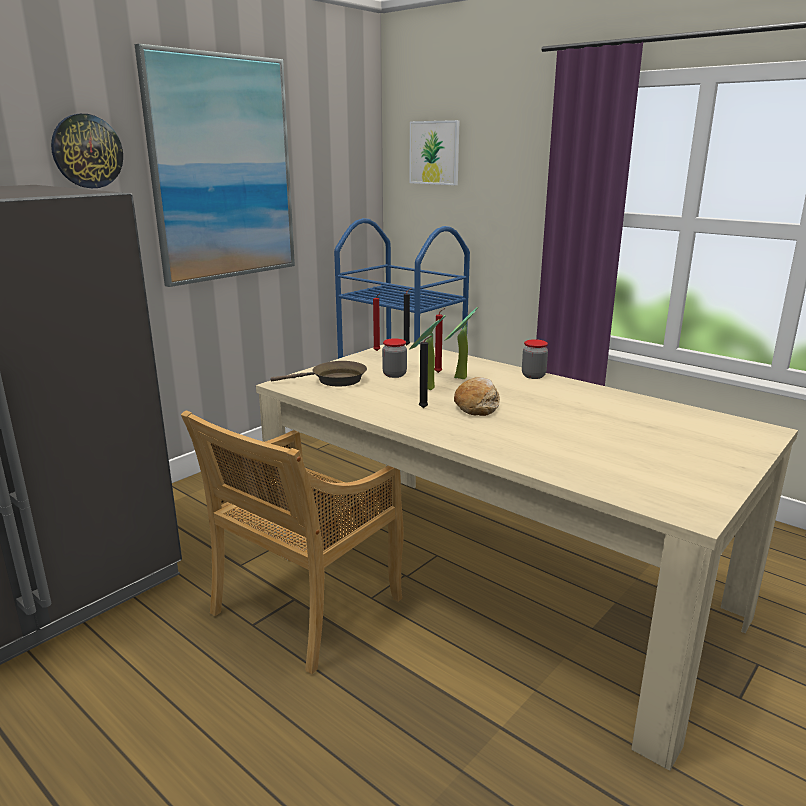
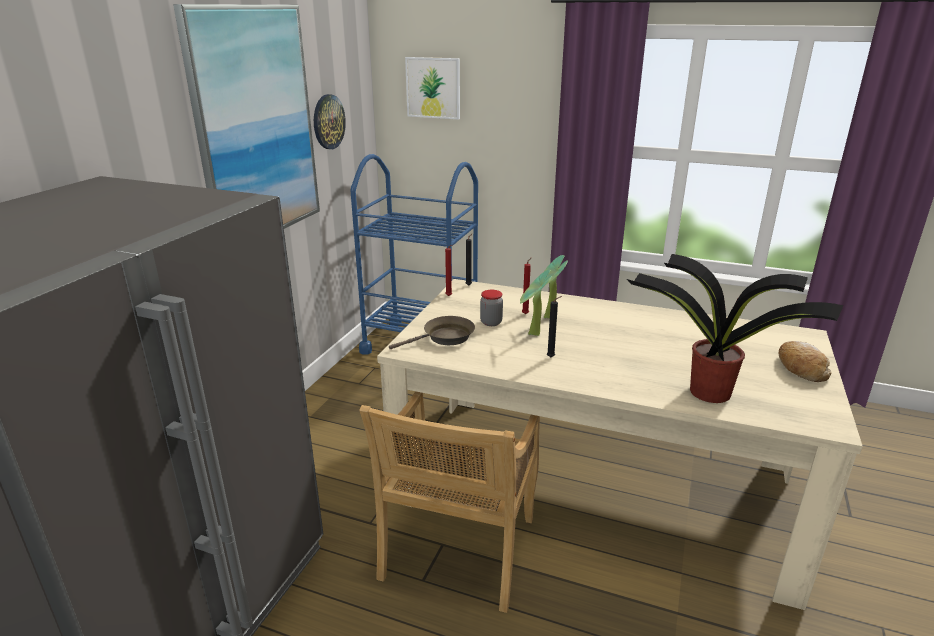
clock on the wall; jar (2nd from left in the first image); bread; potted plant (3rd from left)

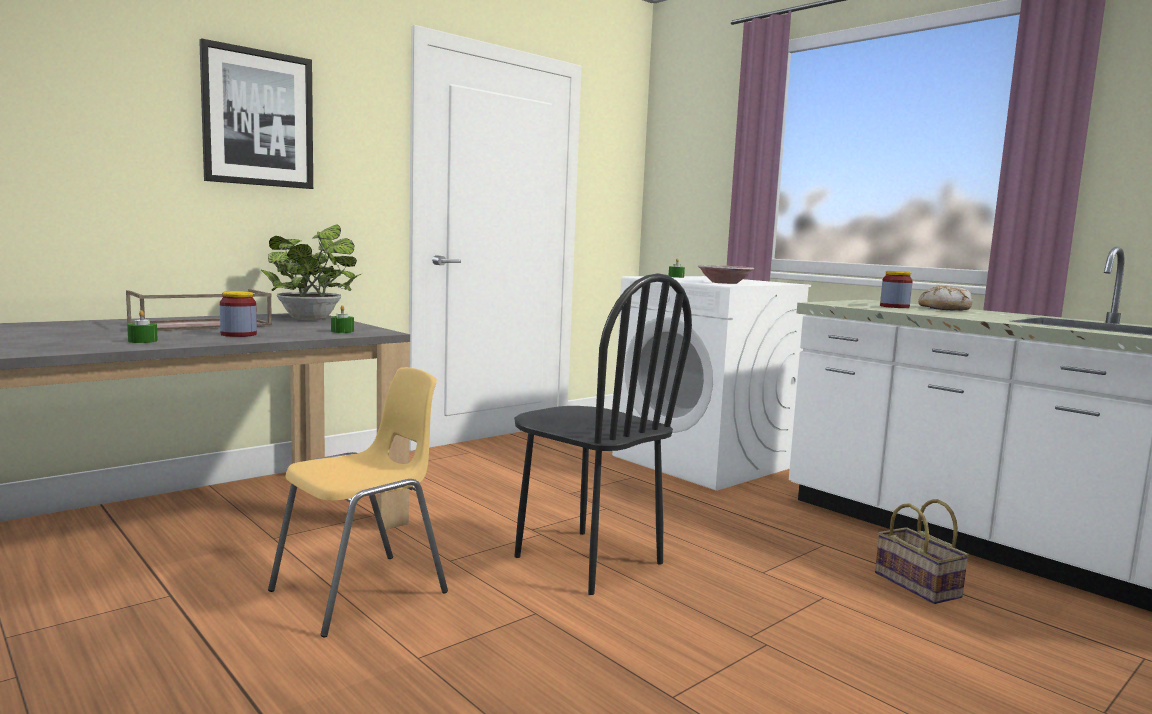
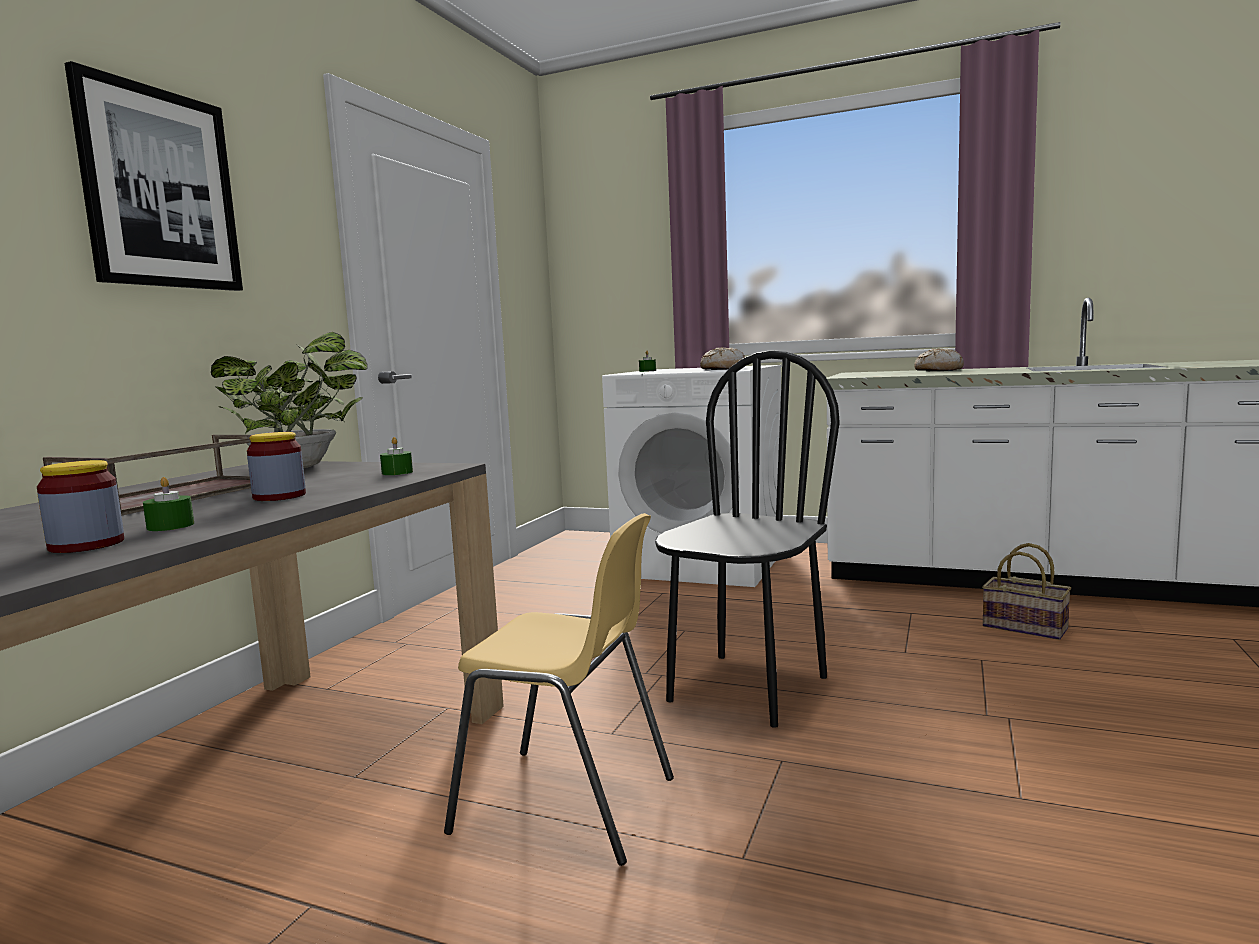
bread (1st from left); jar (1st from left); black-coloured plain chair; yellow plain chair

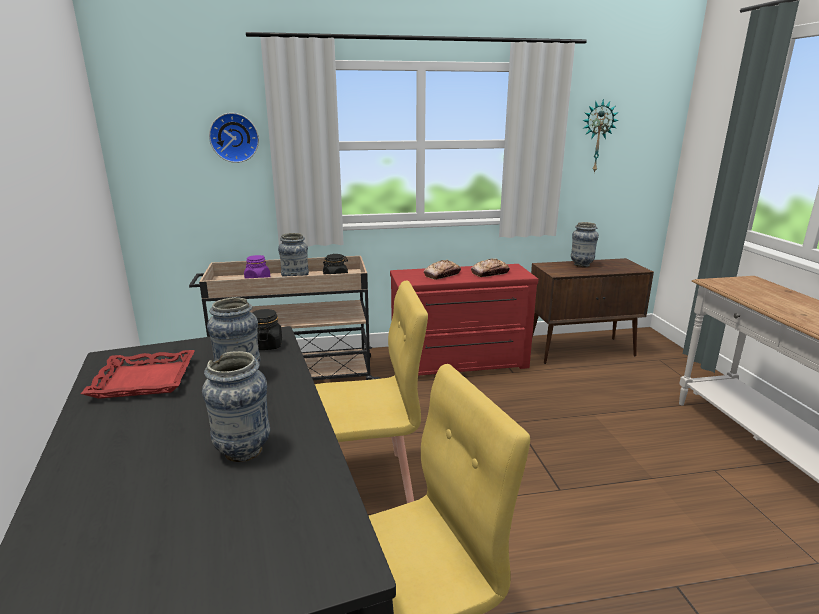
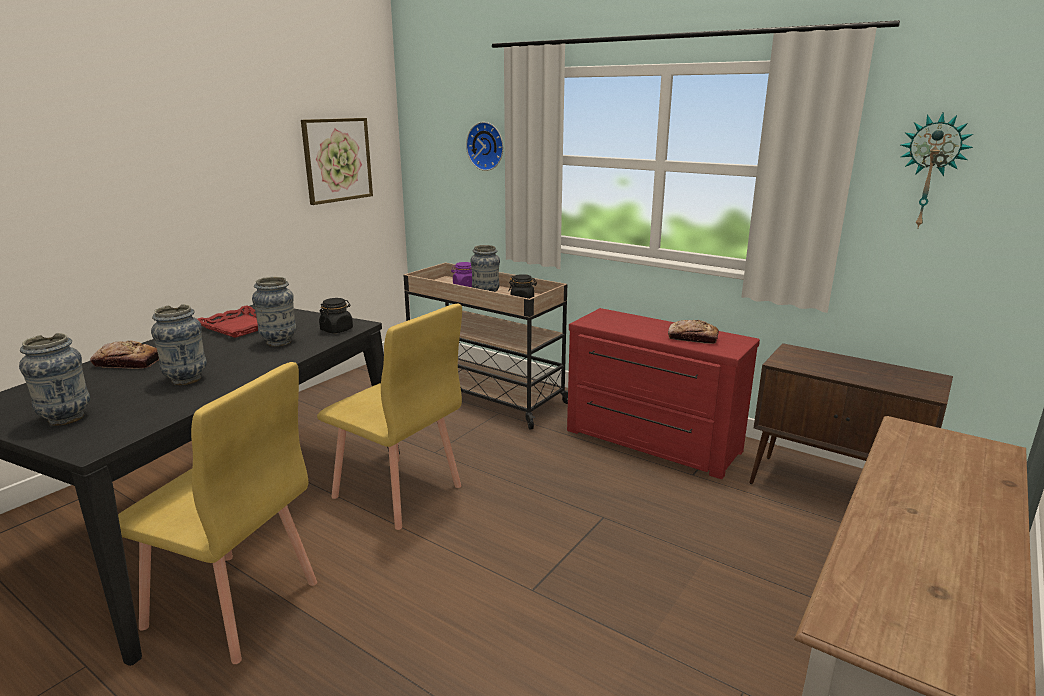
decorative vase (1st from left); bread (1st from left); wall art

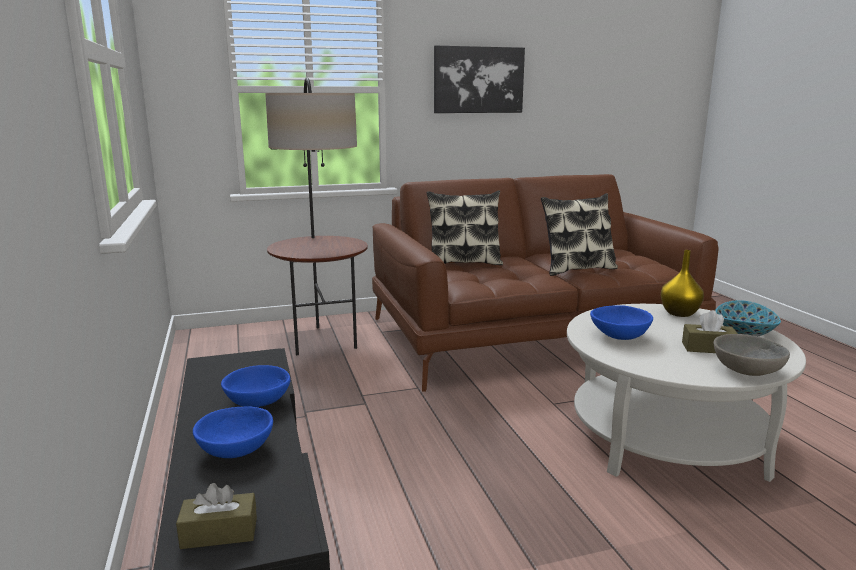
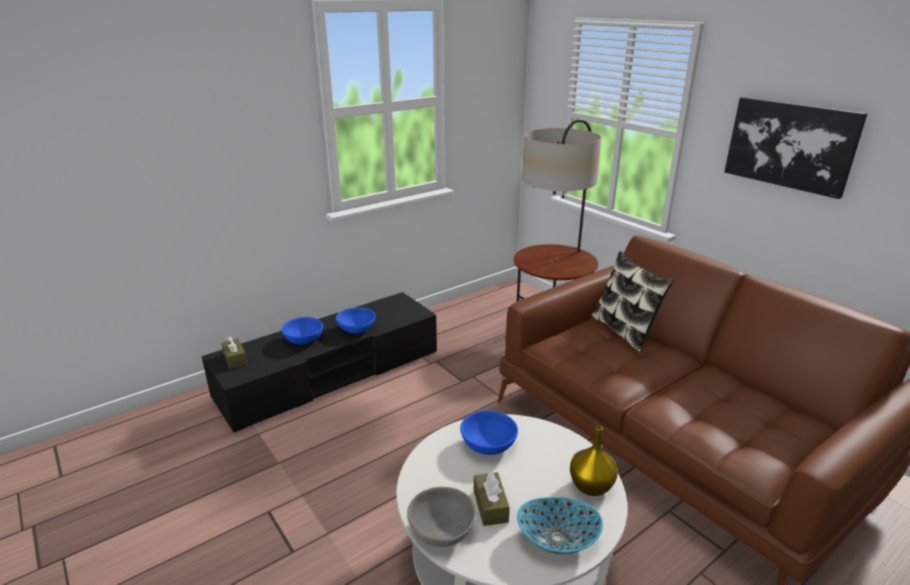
pillow (2nd from left in the first image)

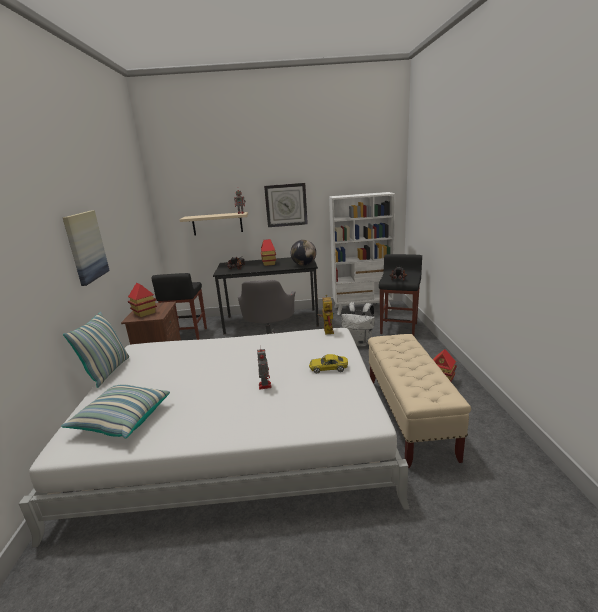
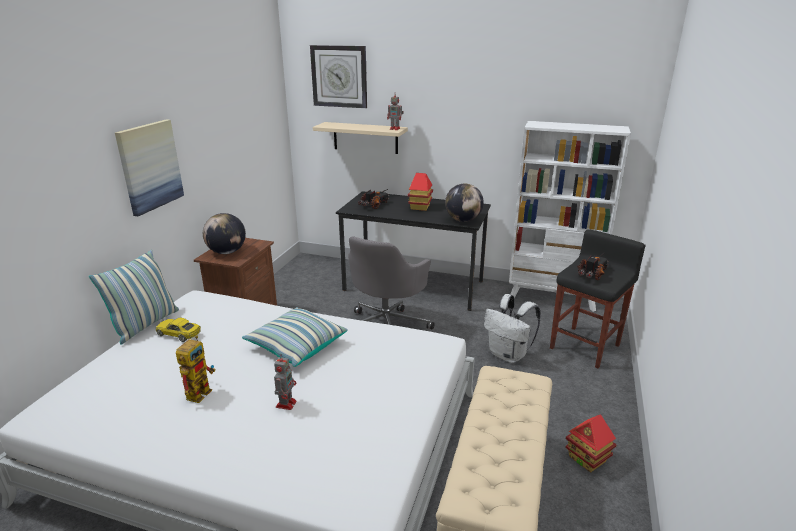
clock on the wall; black-coloured stool (1st from left in the first image); desk globe (1st from left); model robot (1st from left); yellow miniature car; pillow (2nd from left)

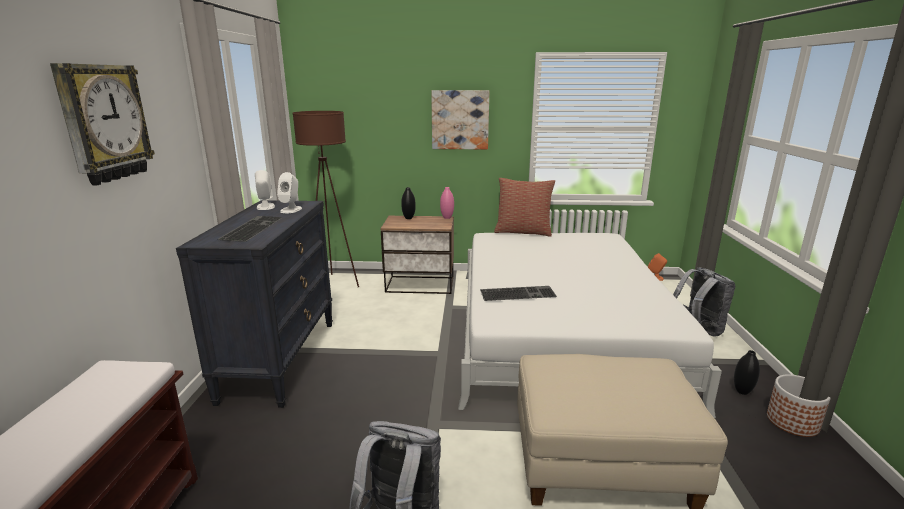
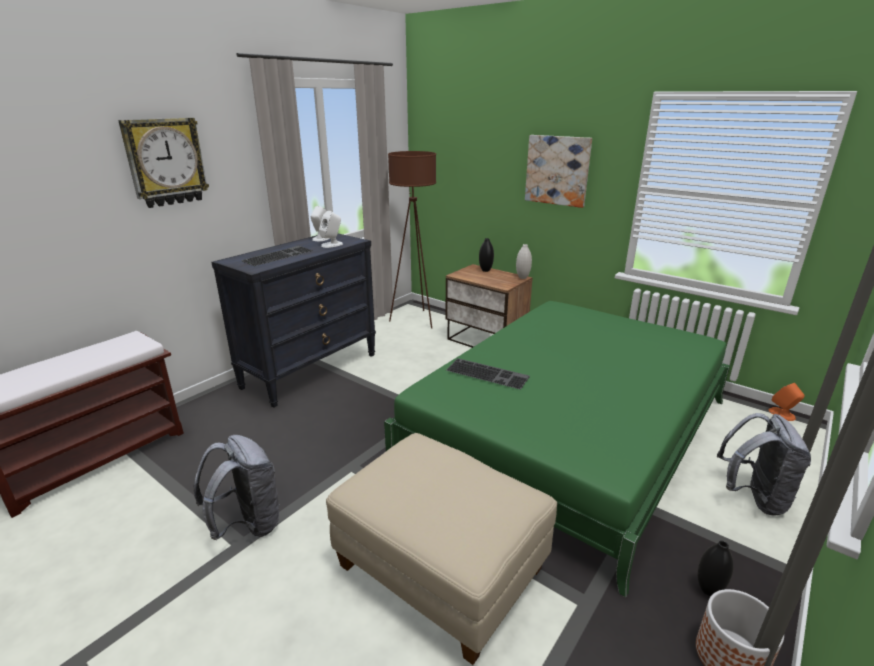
pillow; white decorative vase; green-coloured sleeping bed

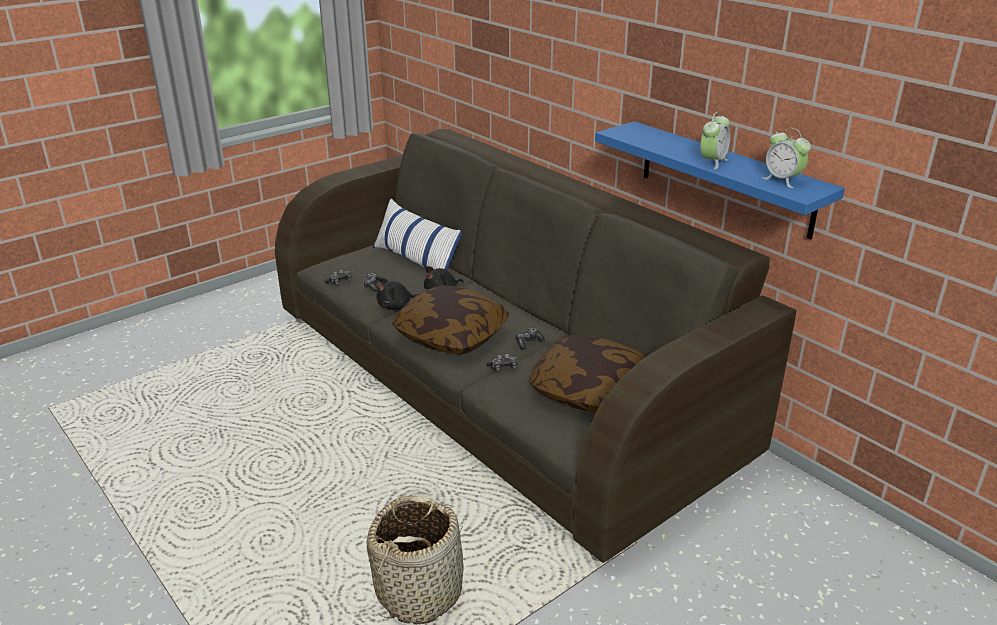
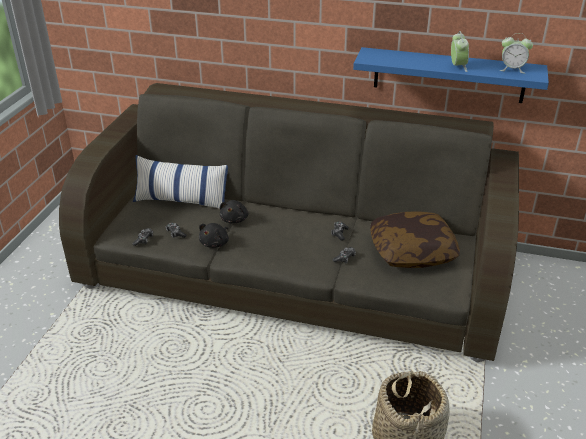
pillow (2nd from left in the first image)

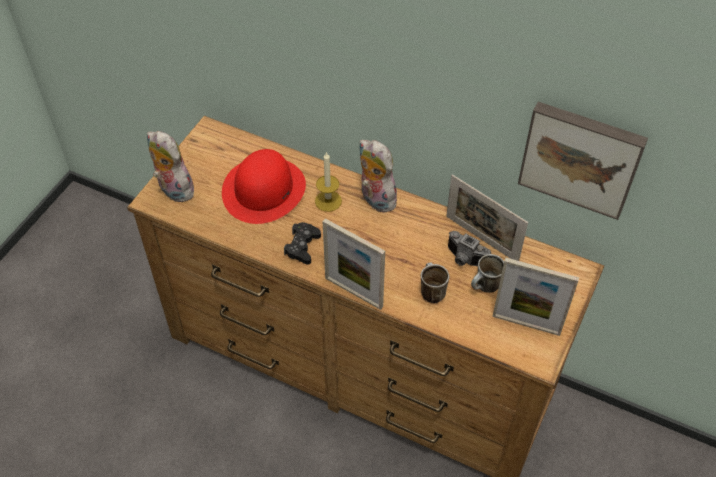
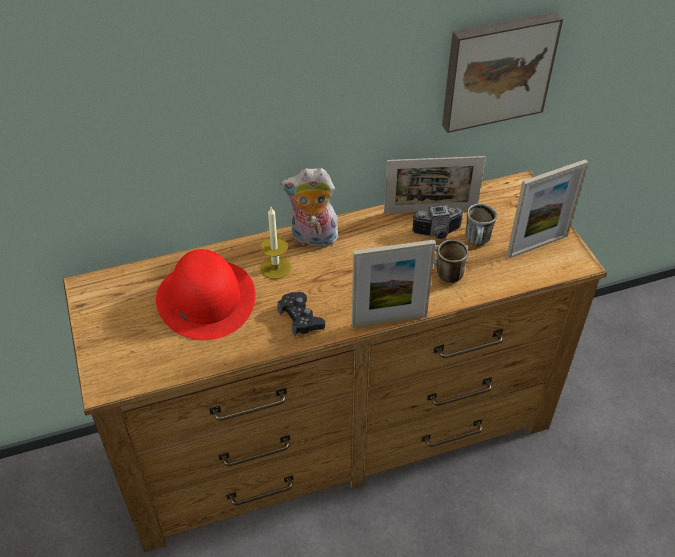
soft toy (1st from left in the first image)

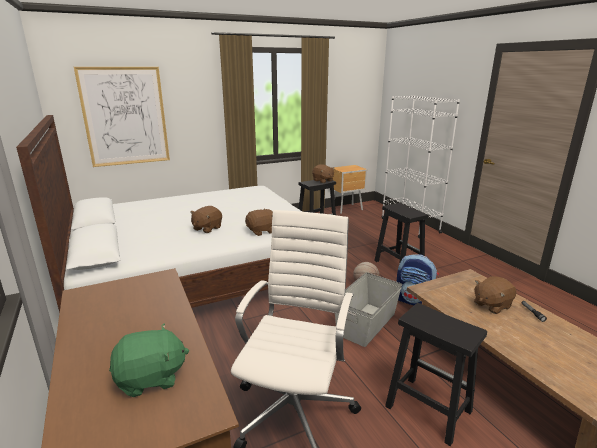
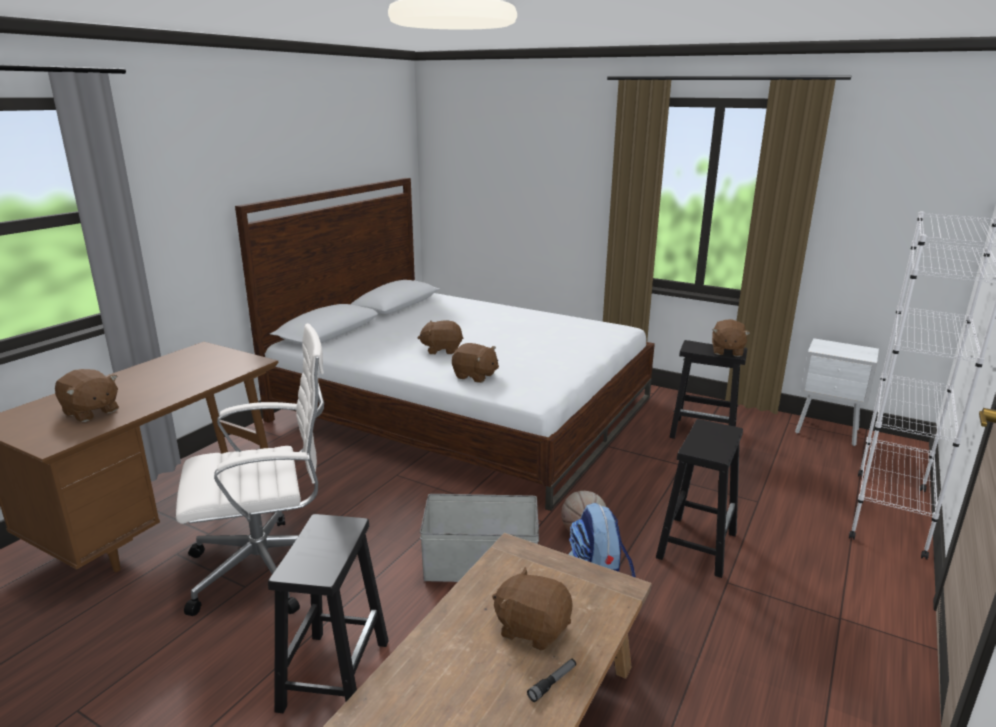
wall art; white bedside table; brown-coloured soft toy (1st from left)

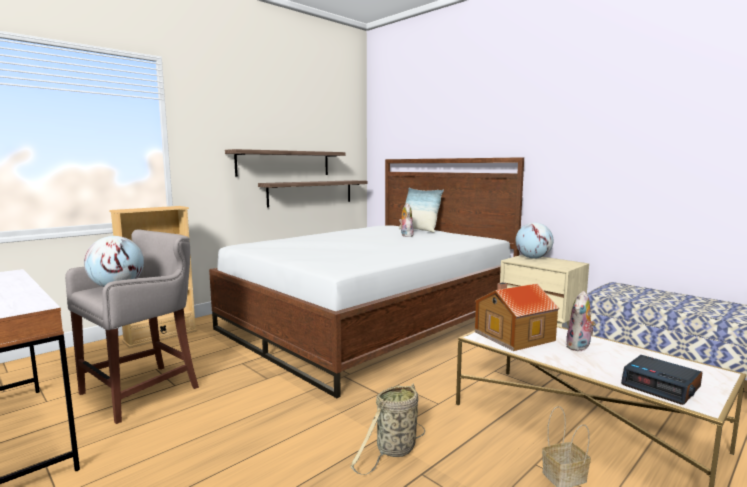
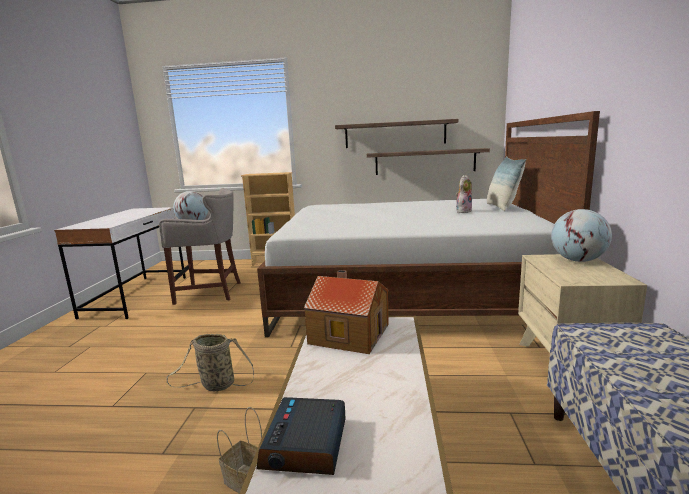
soft toy (2nd from left in the first image)

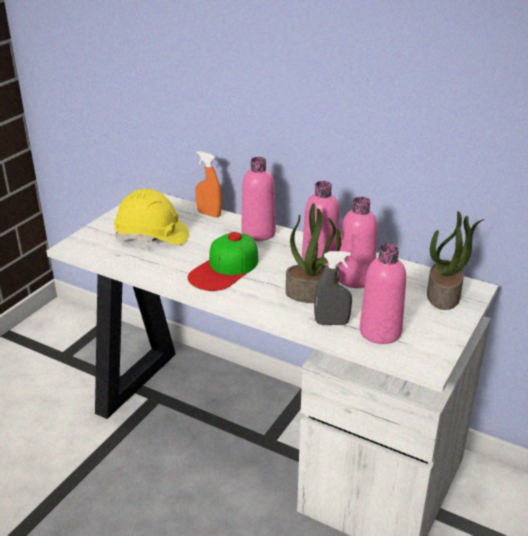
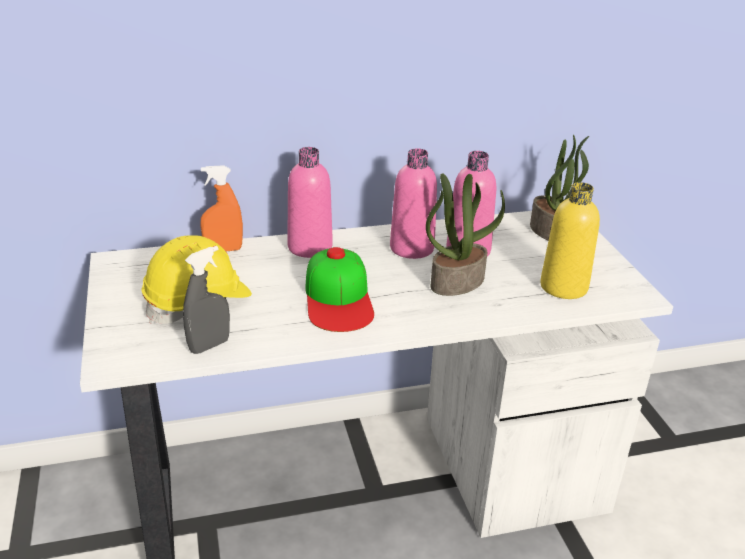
yellow beverage bottle; grey spray bottle

